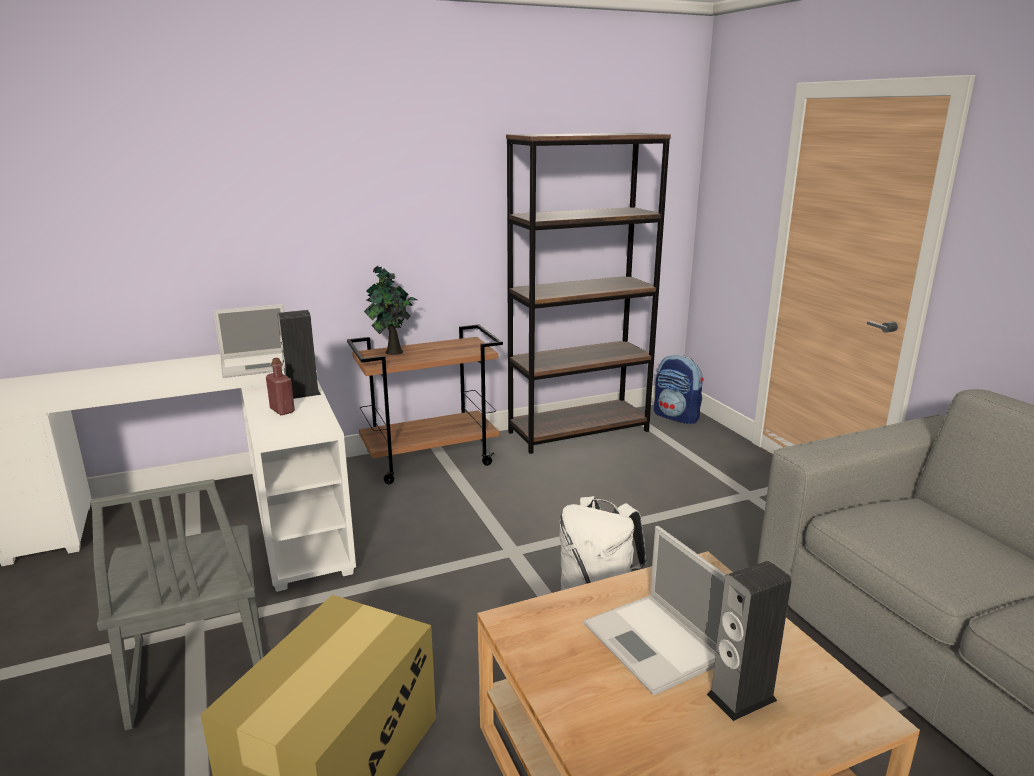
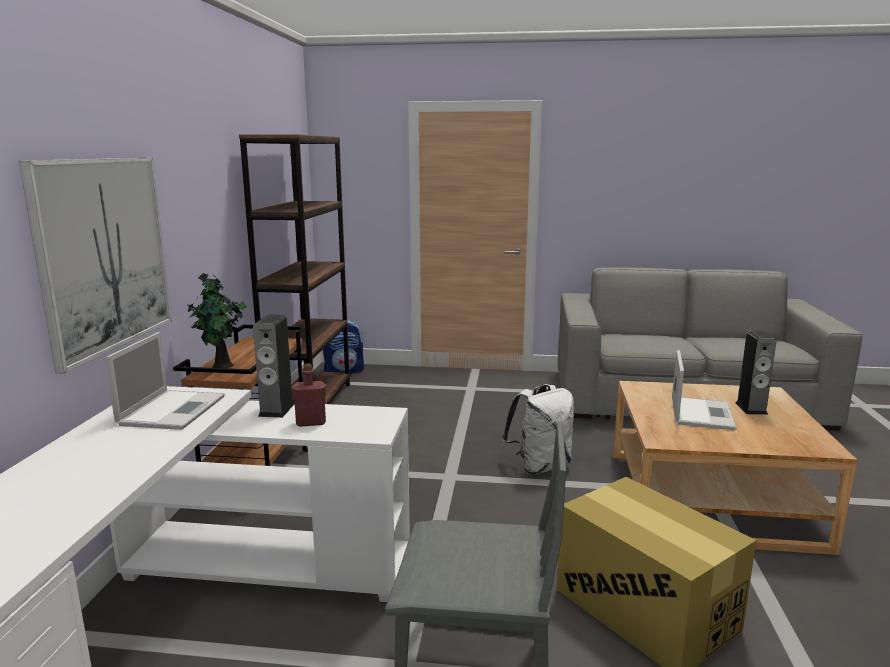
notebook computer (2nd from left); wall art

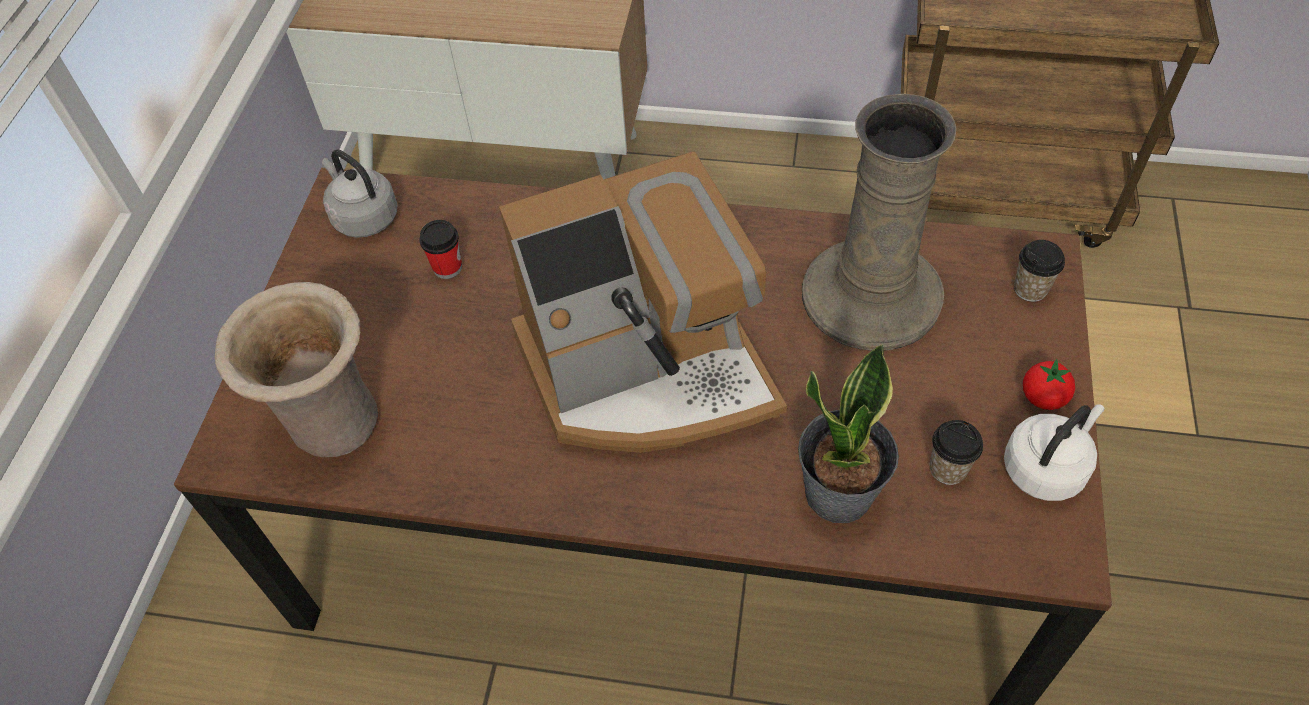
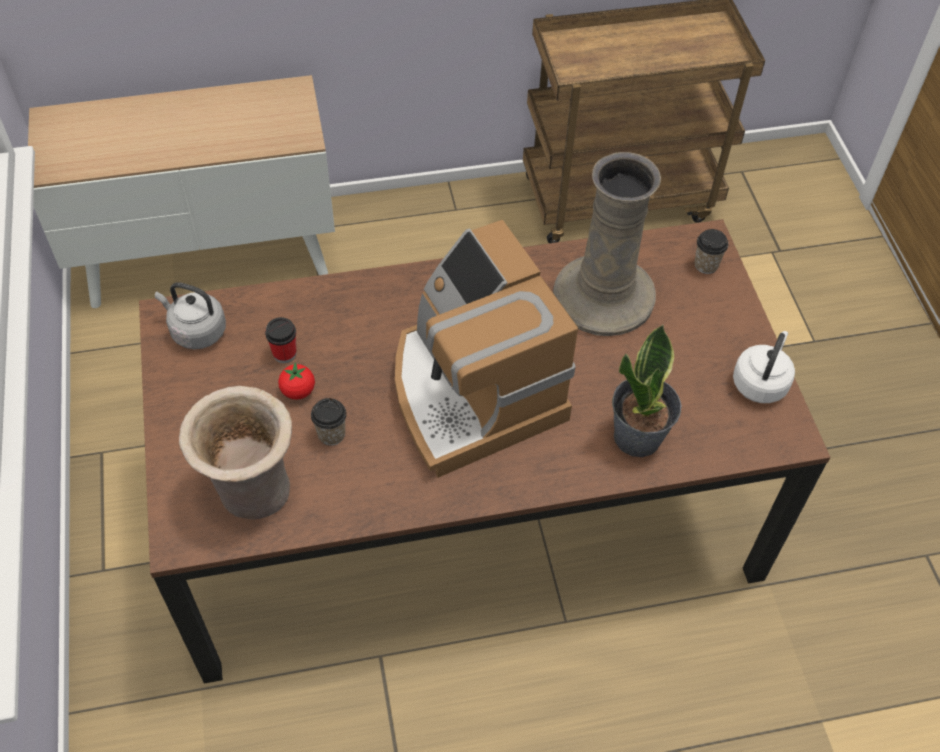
coffee machine; whole tomato; cup (2nd from left)

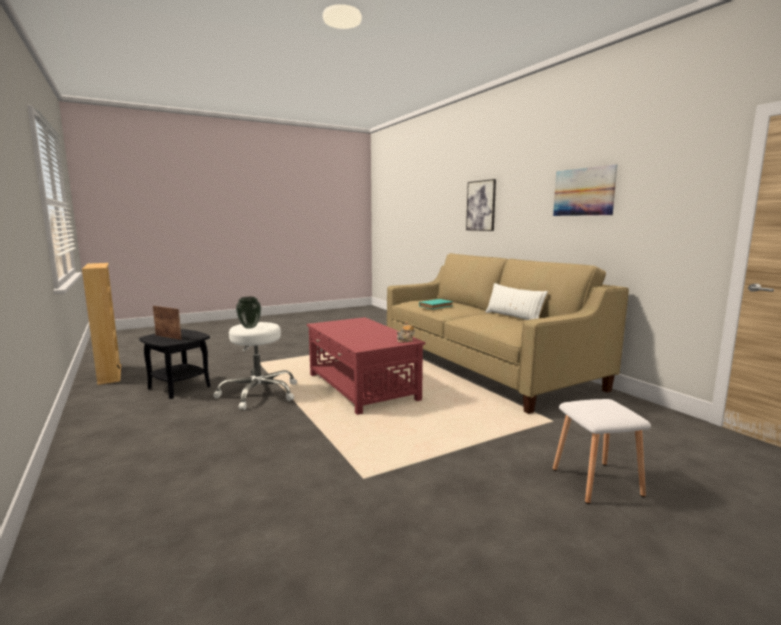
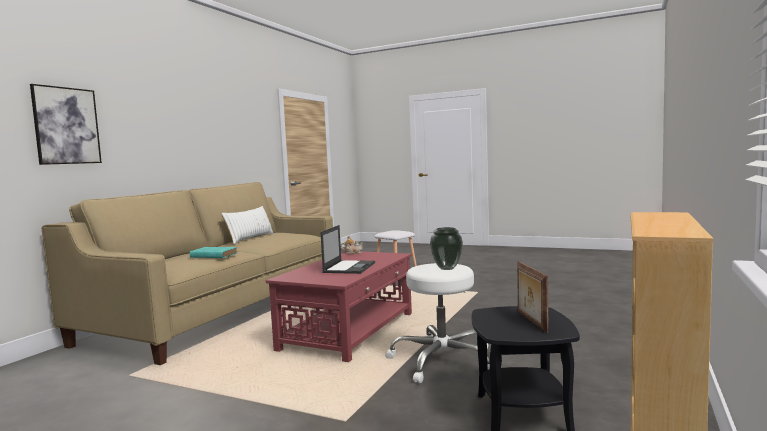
wall art (2nd from left in the first image); notebook computer

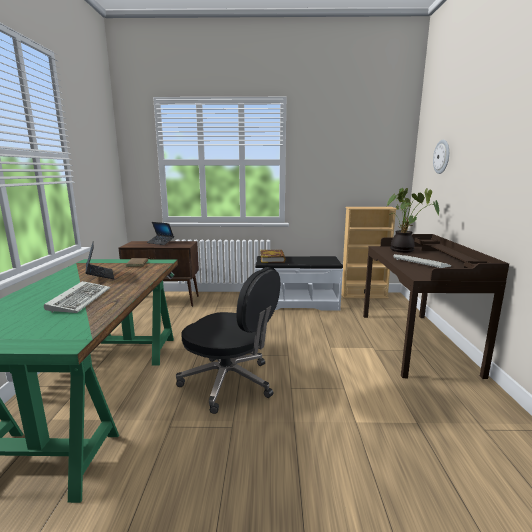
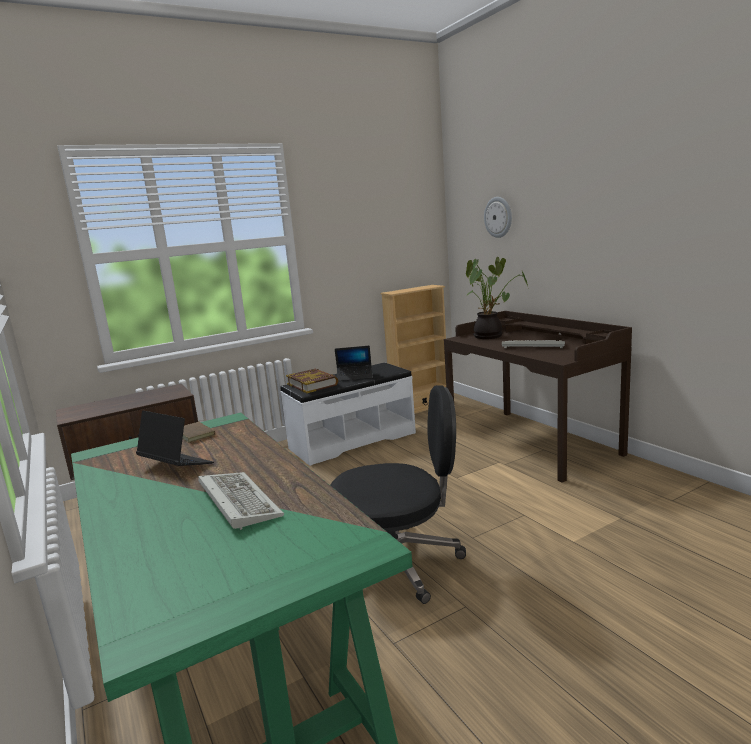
notebook computer (2nd from left)

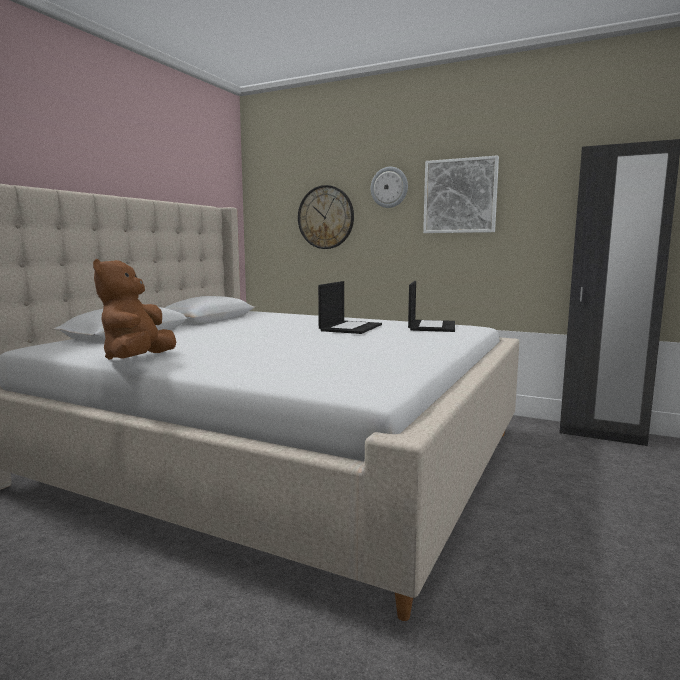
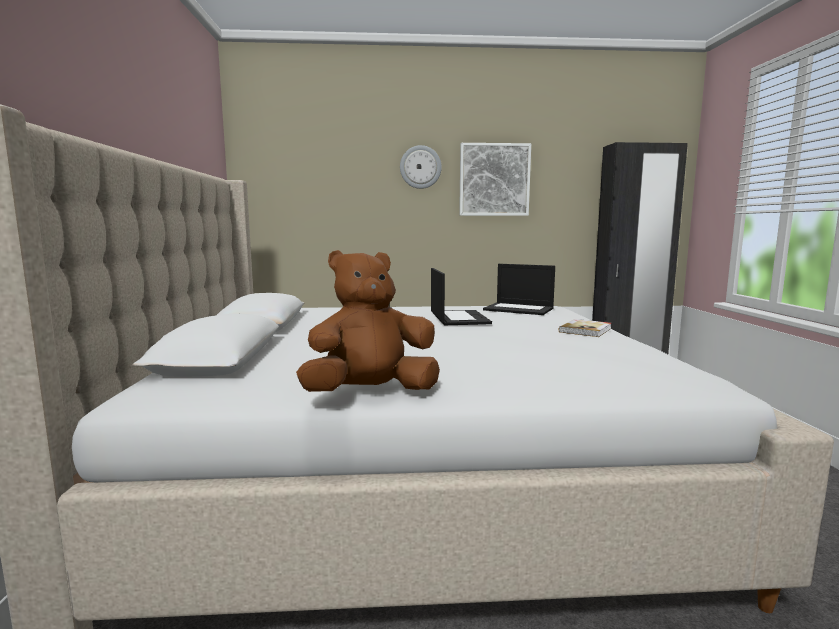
clock on the wall (1st from left in the first image); brown-coloured soft toy; notebook computer (2nd from left); volume

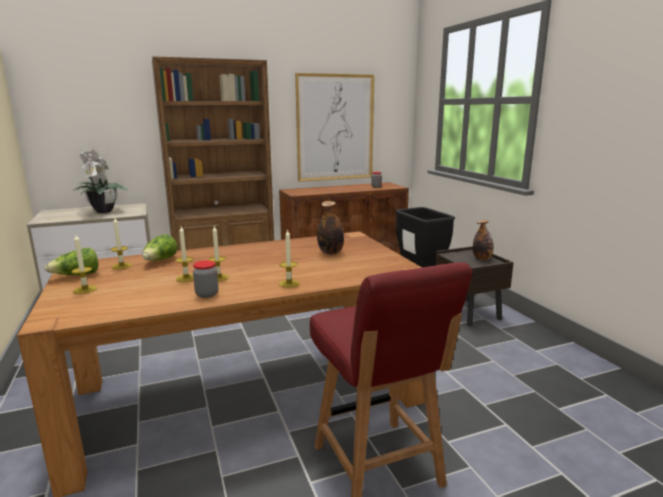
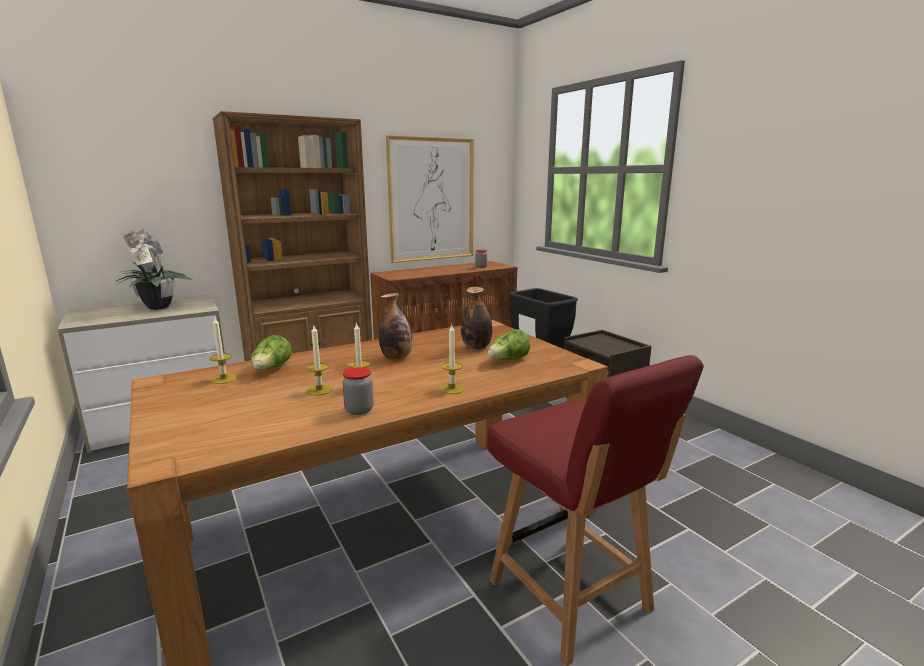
beverage bottle (1st from left); candle (1st from left in the first image); lettuce head (2nd from left)

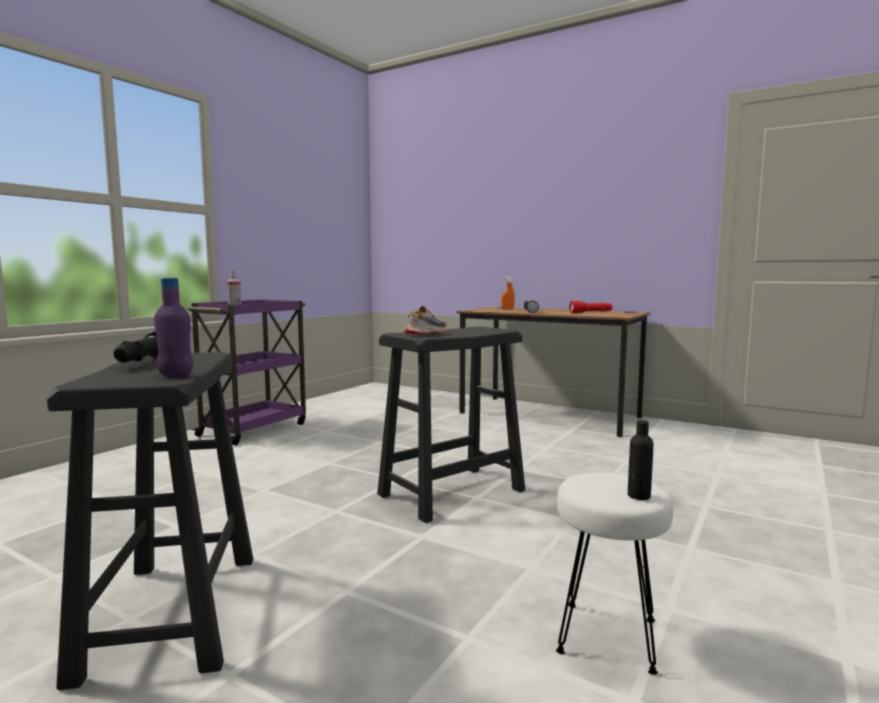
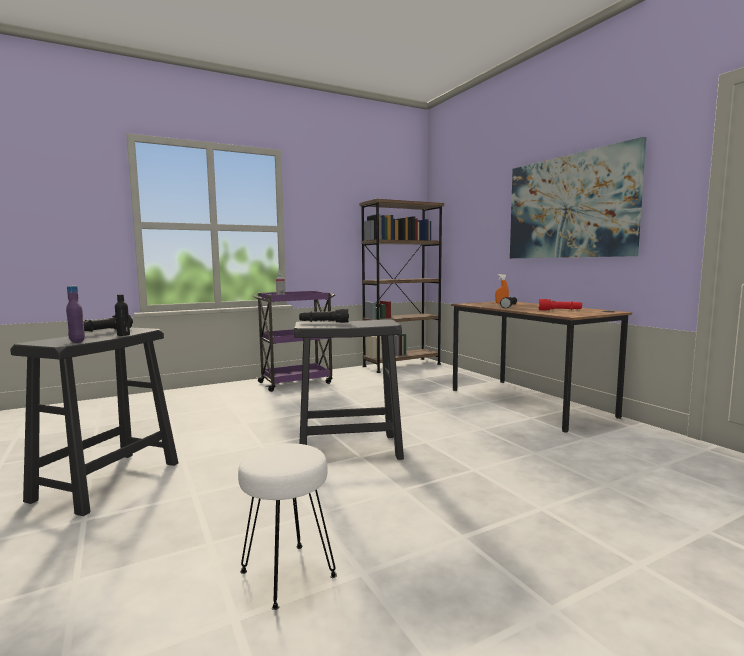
black-coloured flashlight (2nd from left); black-coloured beverage bottle; wall art; brown-coloured shelving unit

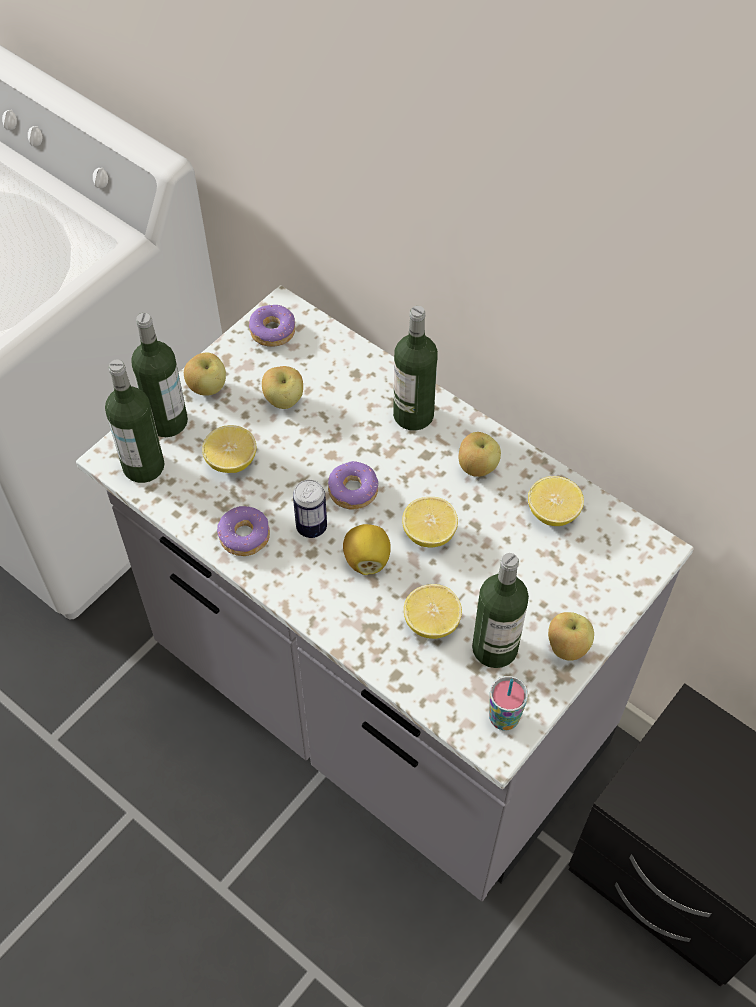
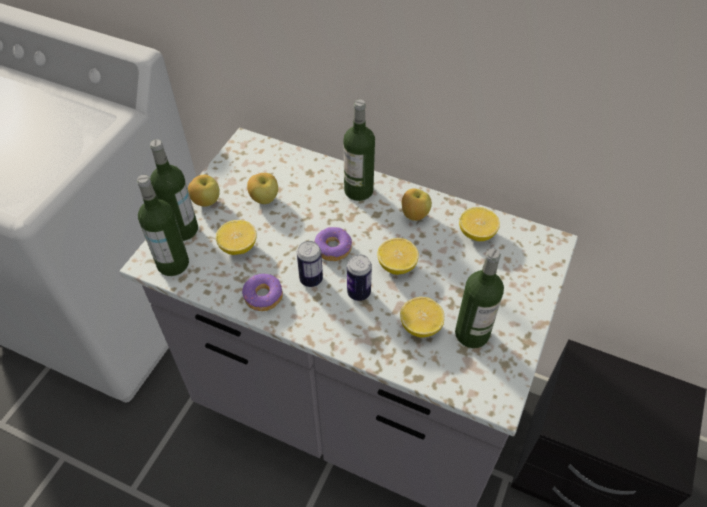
donut (2nd from left in the first image); sealed can (2nd from left); whole apple (4th from left in the first image); cup

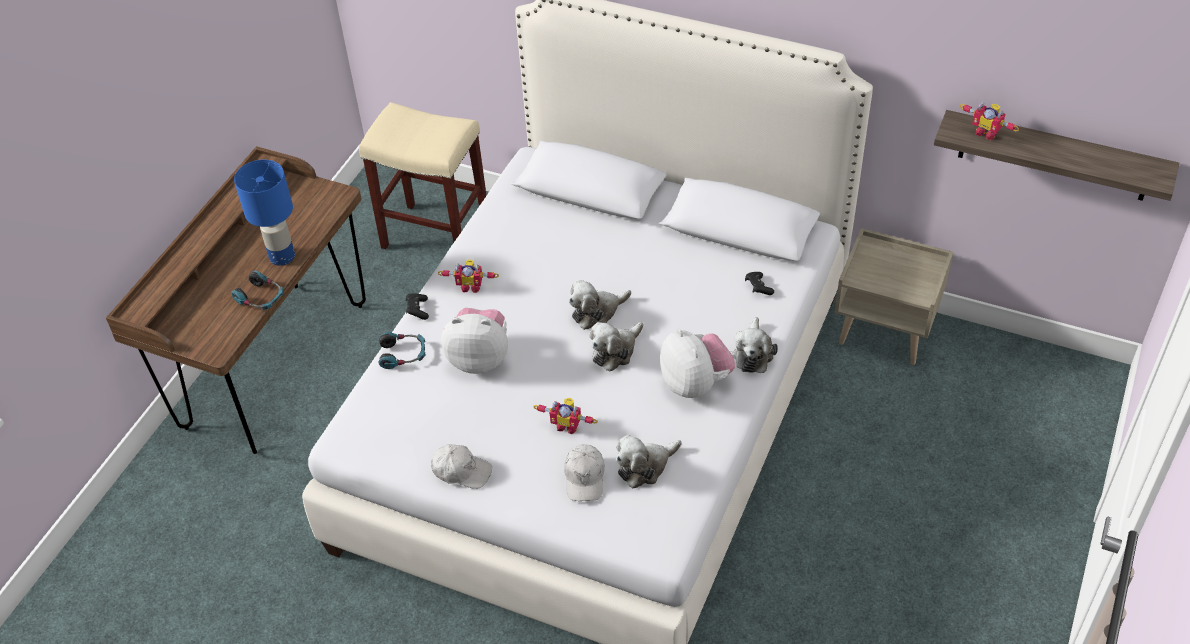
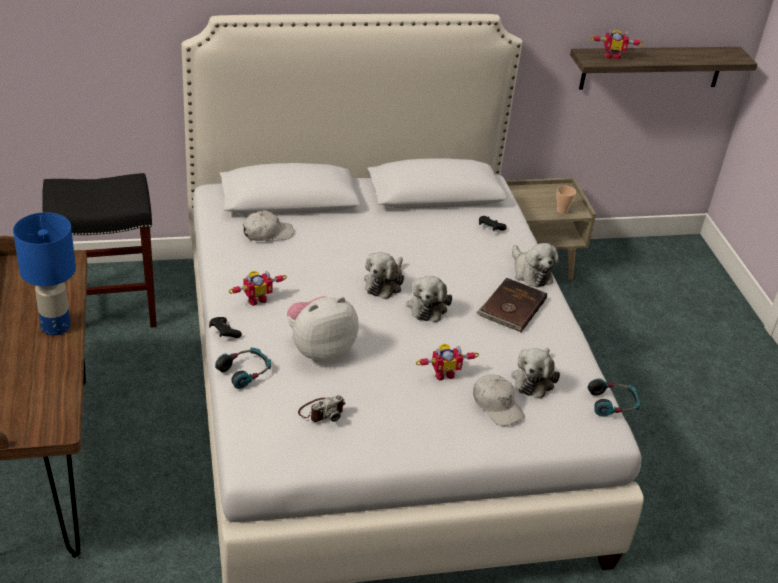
black-coloured stool; headset (2nd from left); brown-coloured volume; white cap (1st from left); cup; still camera

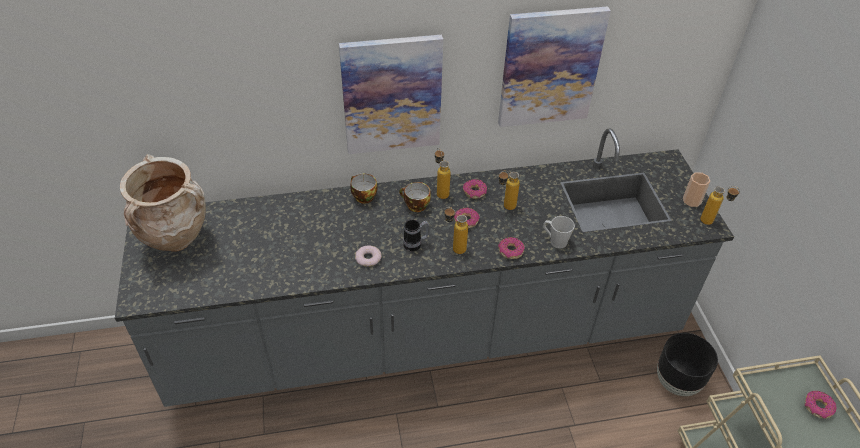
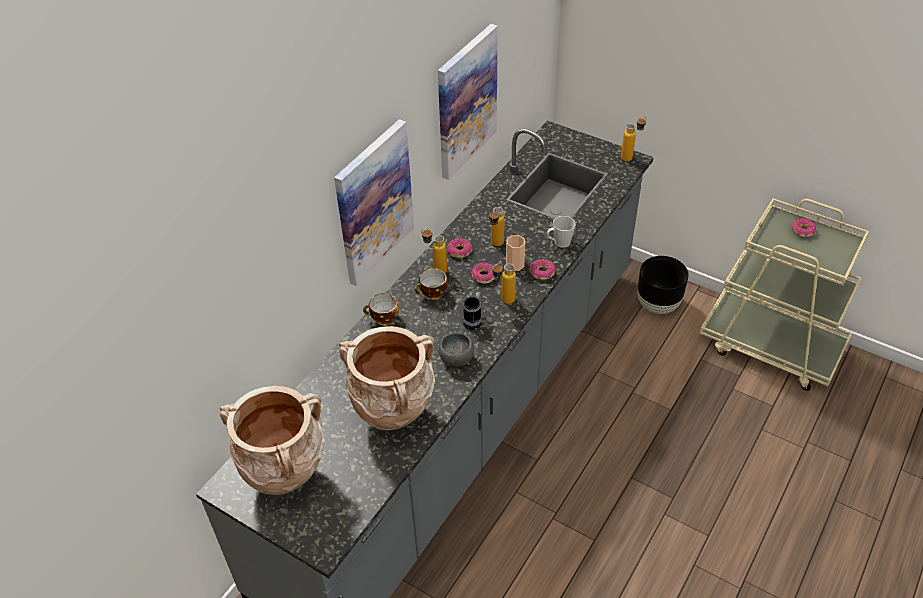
cup (3rd from left); grey bowl; sand-coloured decorative vase (2nd from left)

